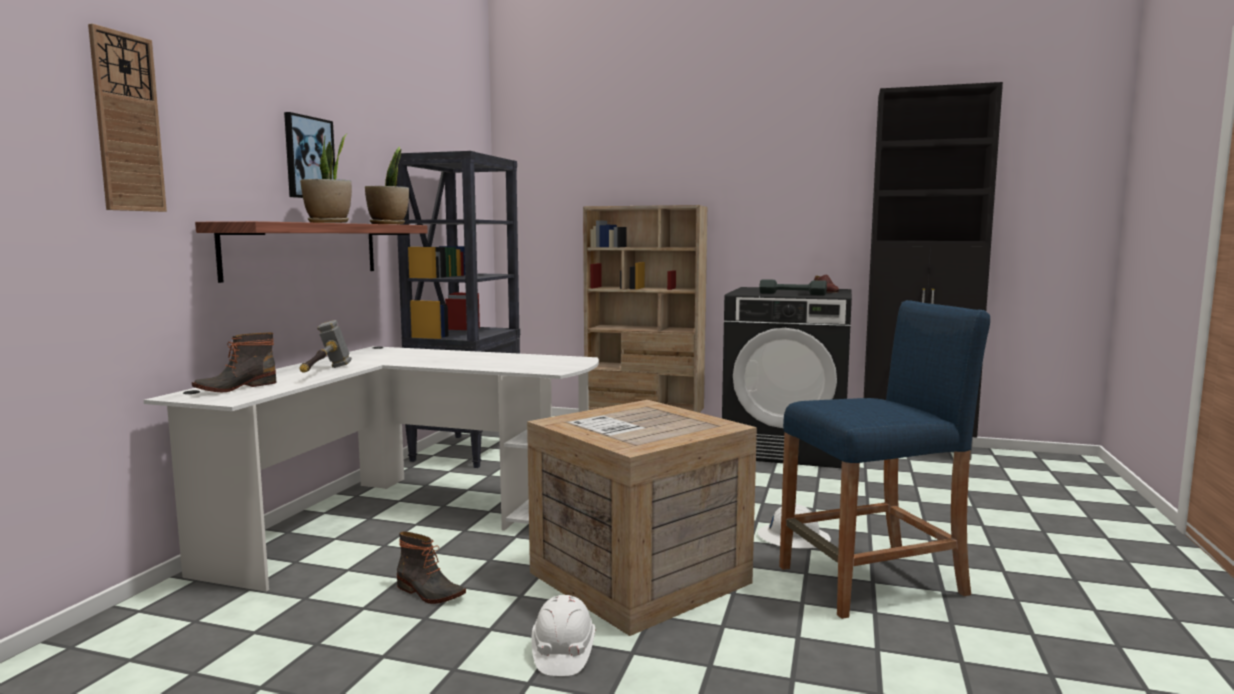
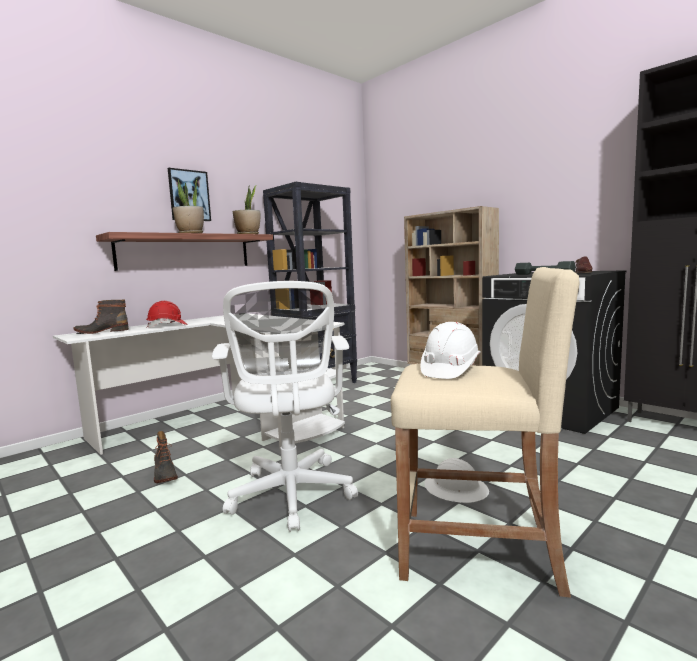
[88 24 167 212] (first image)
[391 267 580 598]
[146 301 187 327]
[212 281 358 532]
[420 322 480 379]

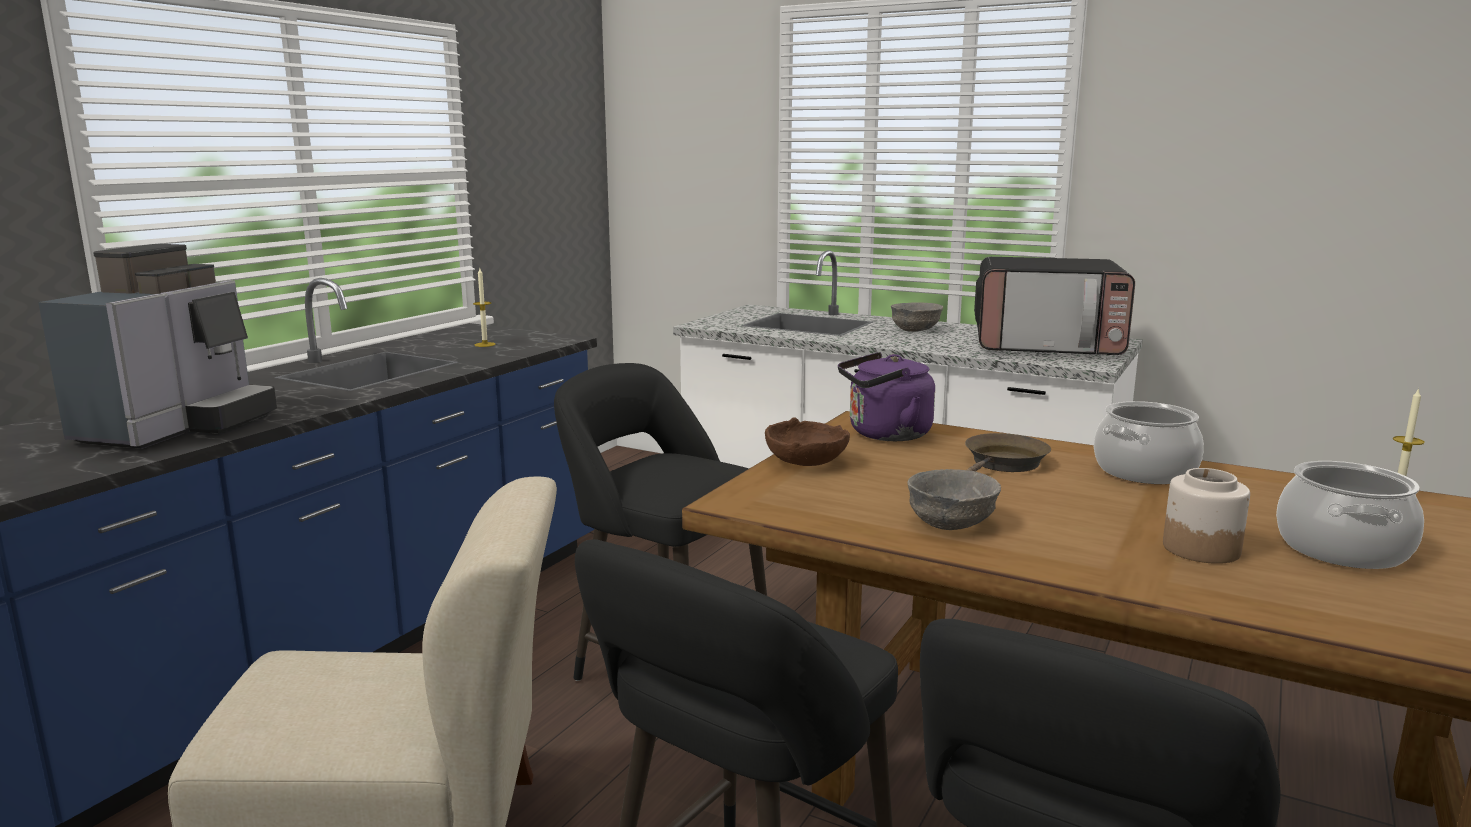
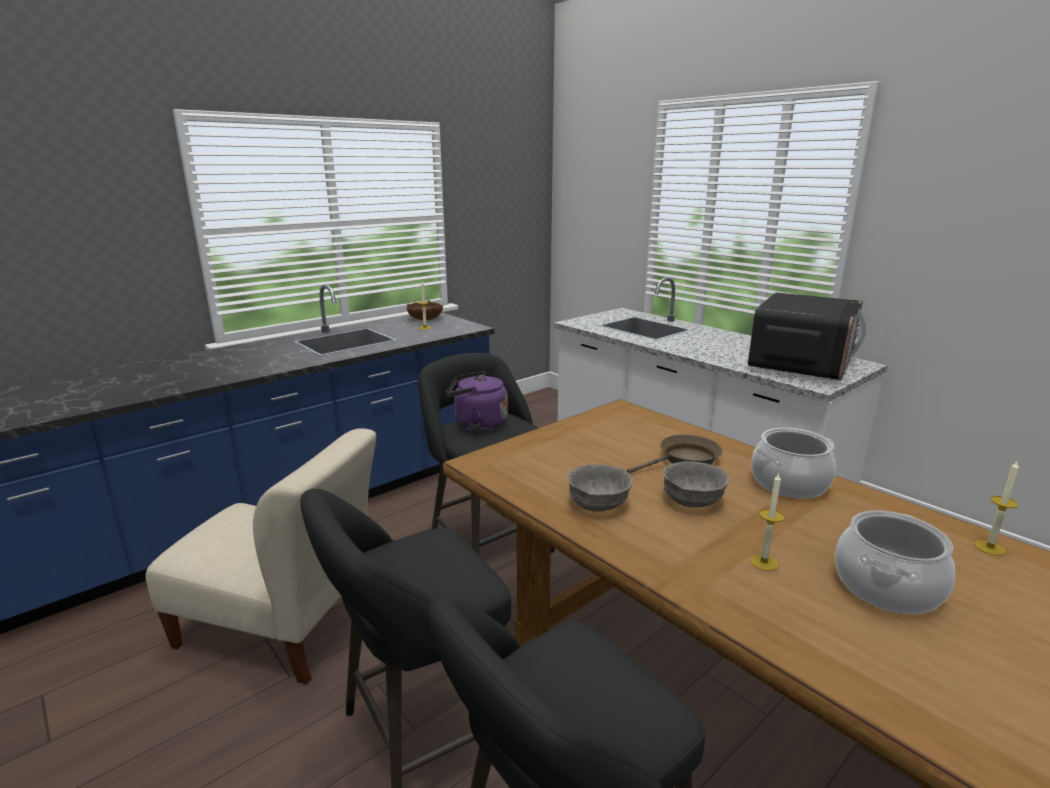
[38 244 277 449] (first image)
[748 292 866 380]
[663 461 729 507]
[446 371 508 431]
[406 300 443 320]
[750 473 784 571]

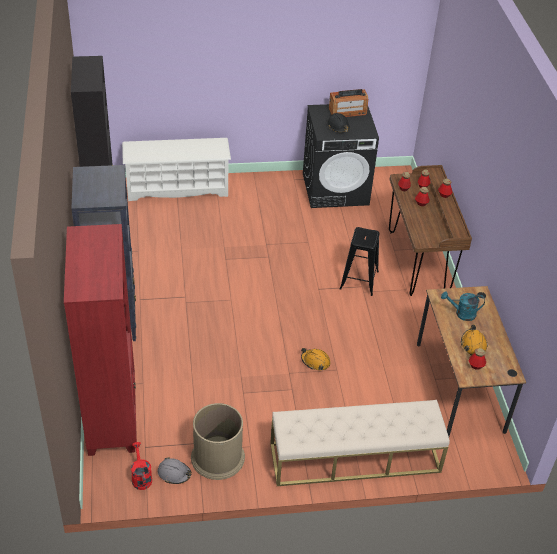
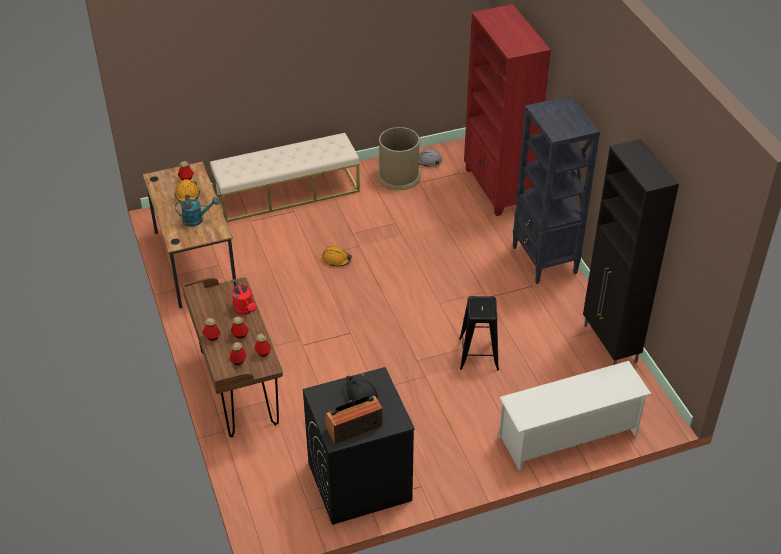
[459 296 499 371]
[232 280 257 315]

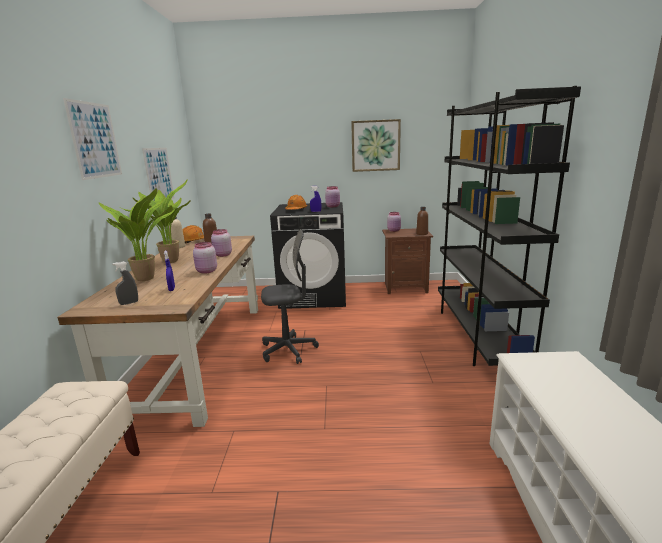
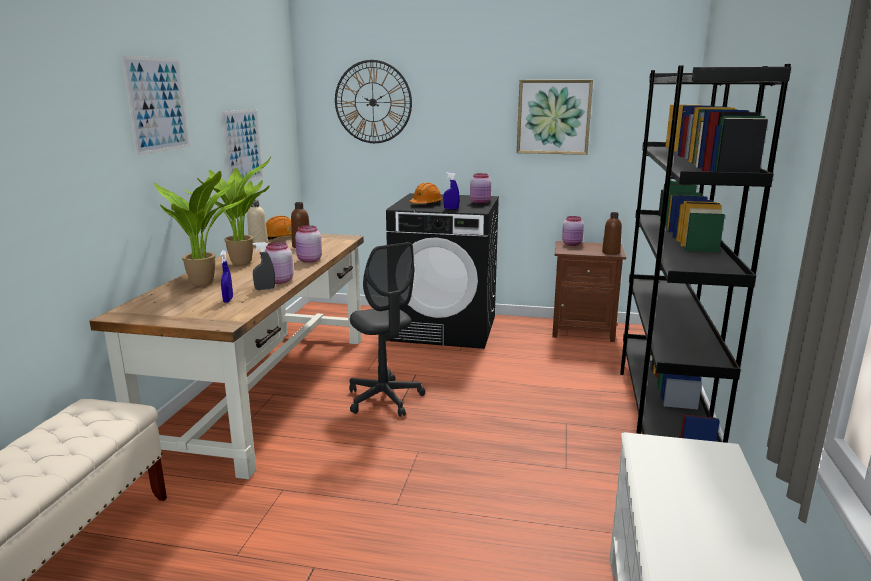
[349 242 425 417]
[253 242 275 290]
[335 60 412 143]

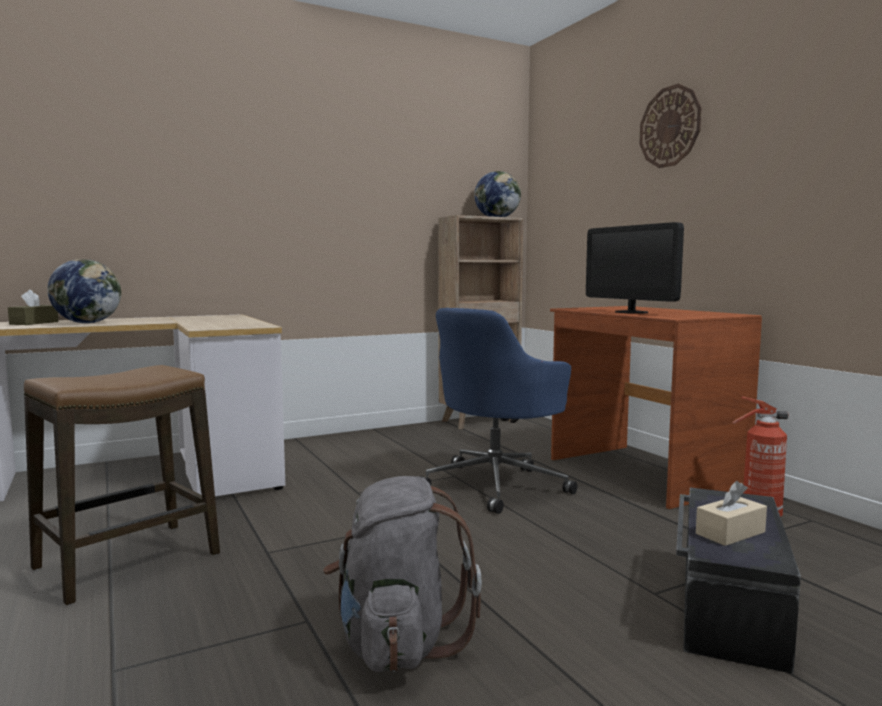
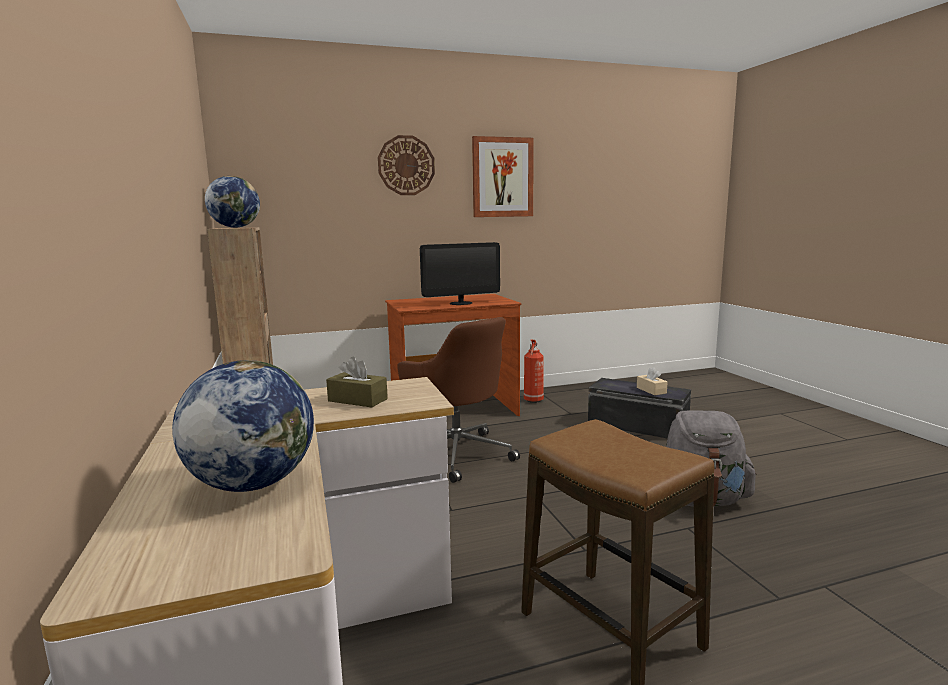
[326 357 388 408]
[397 317 520 483]
[472 136 534 217]

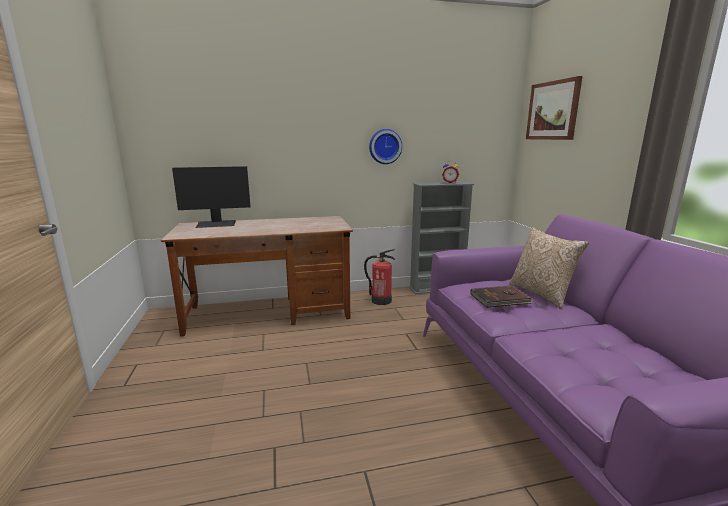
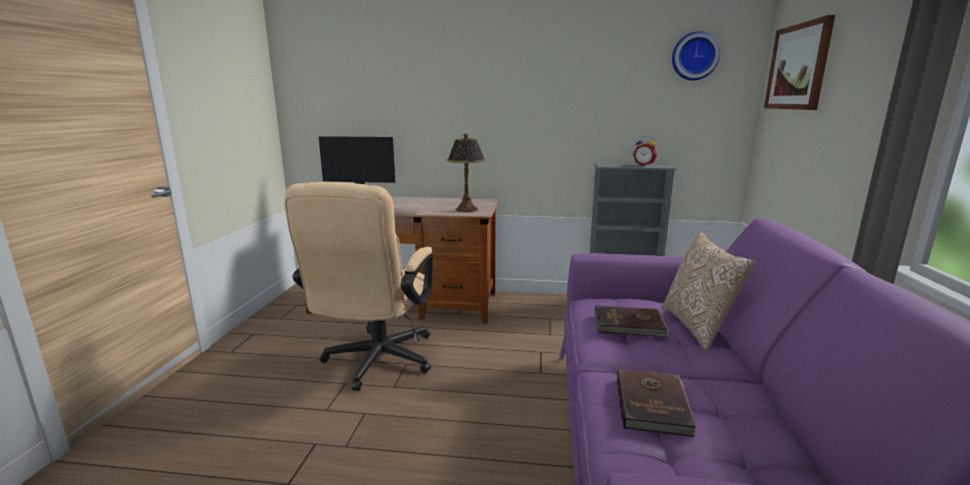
[672 31 720 80]
[364 249 395 305] (first image)
[447 133 486 212]
[284 182 433 391]
[617 369 697 437]

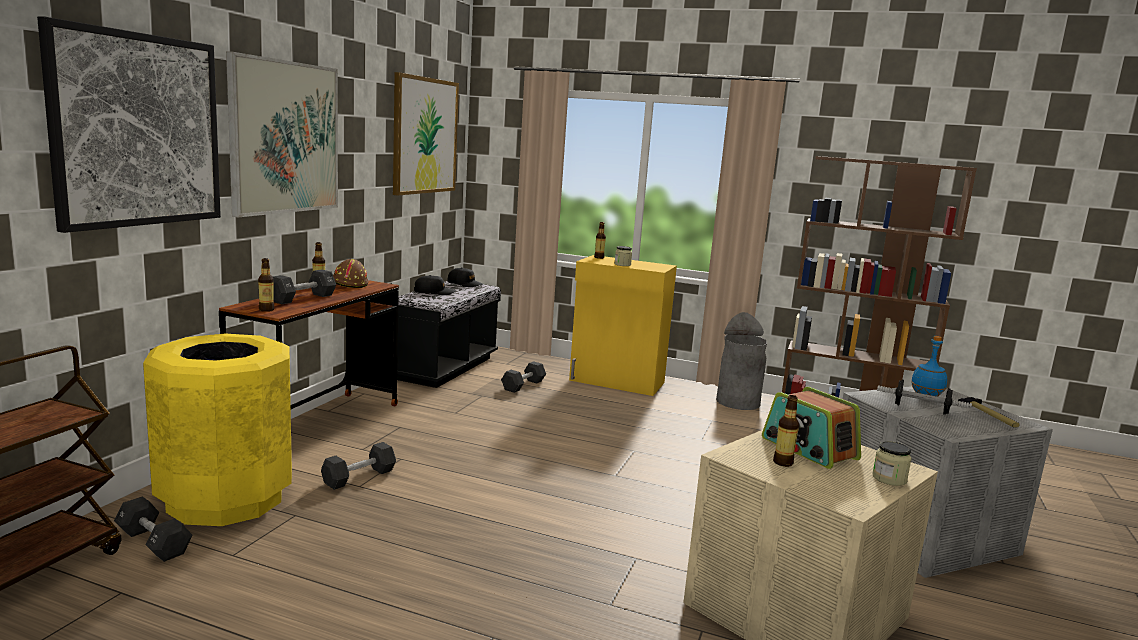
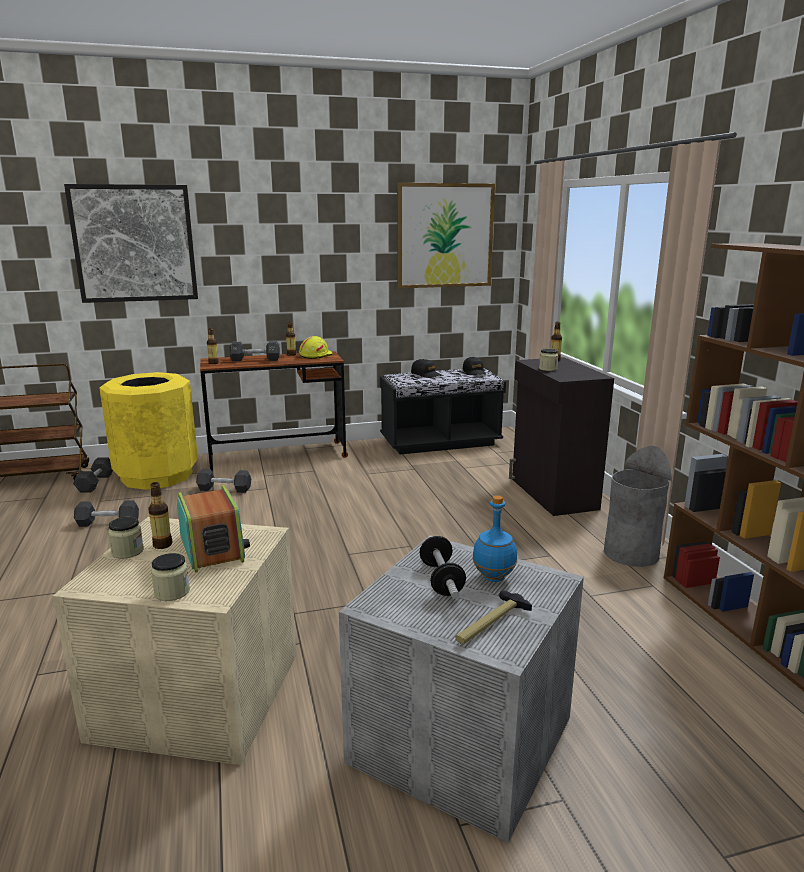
[226 51 338 217] (first image)
[509 357 614 516]
[299 336 333 359]
[74 500 139 527]
[177 485 250 573]
[108 517 144 559]

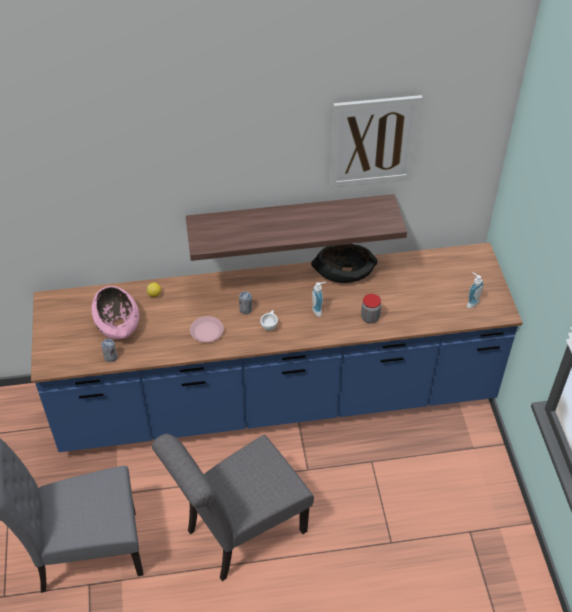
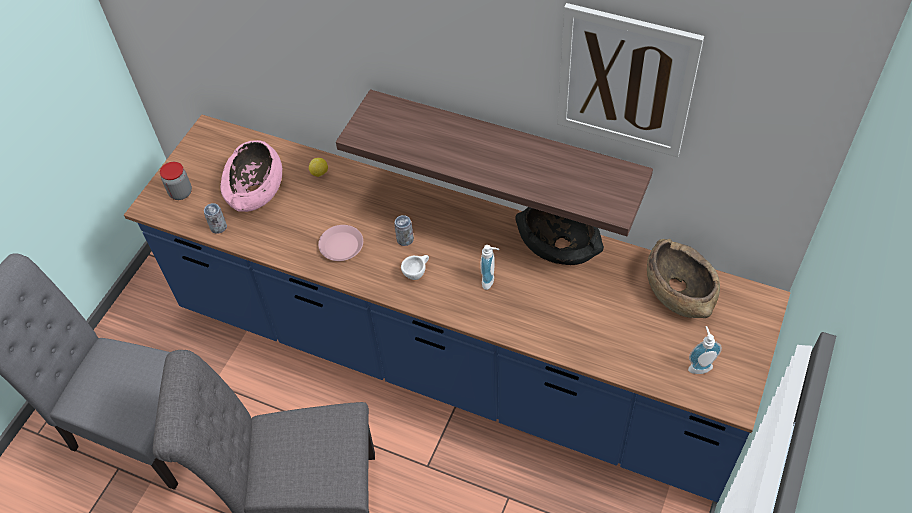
[160 162 192 200]
[647 239 720 318]

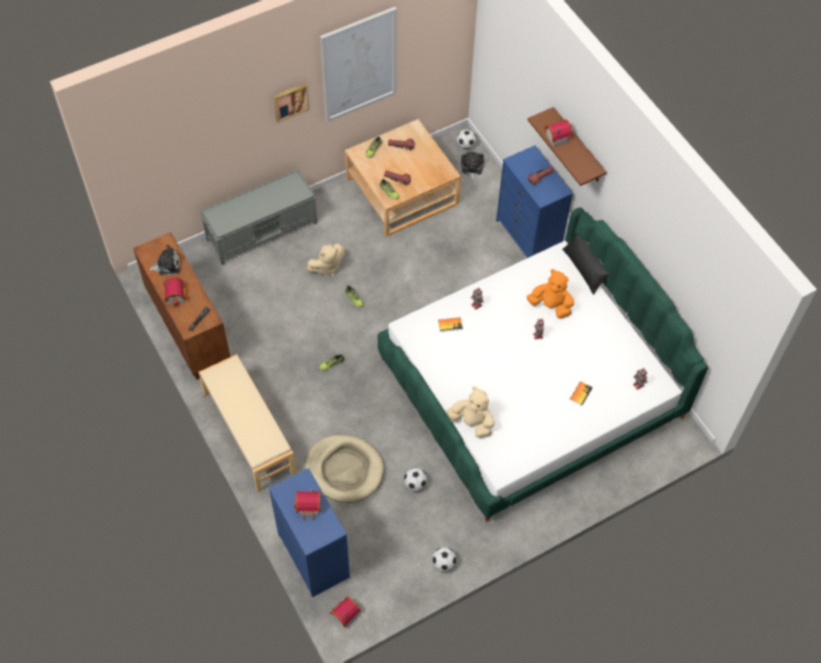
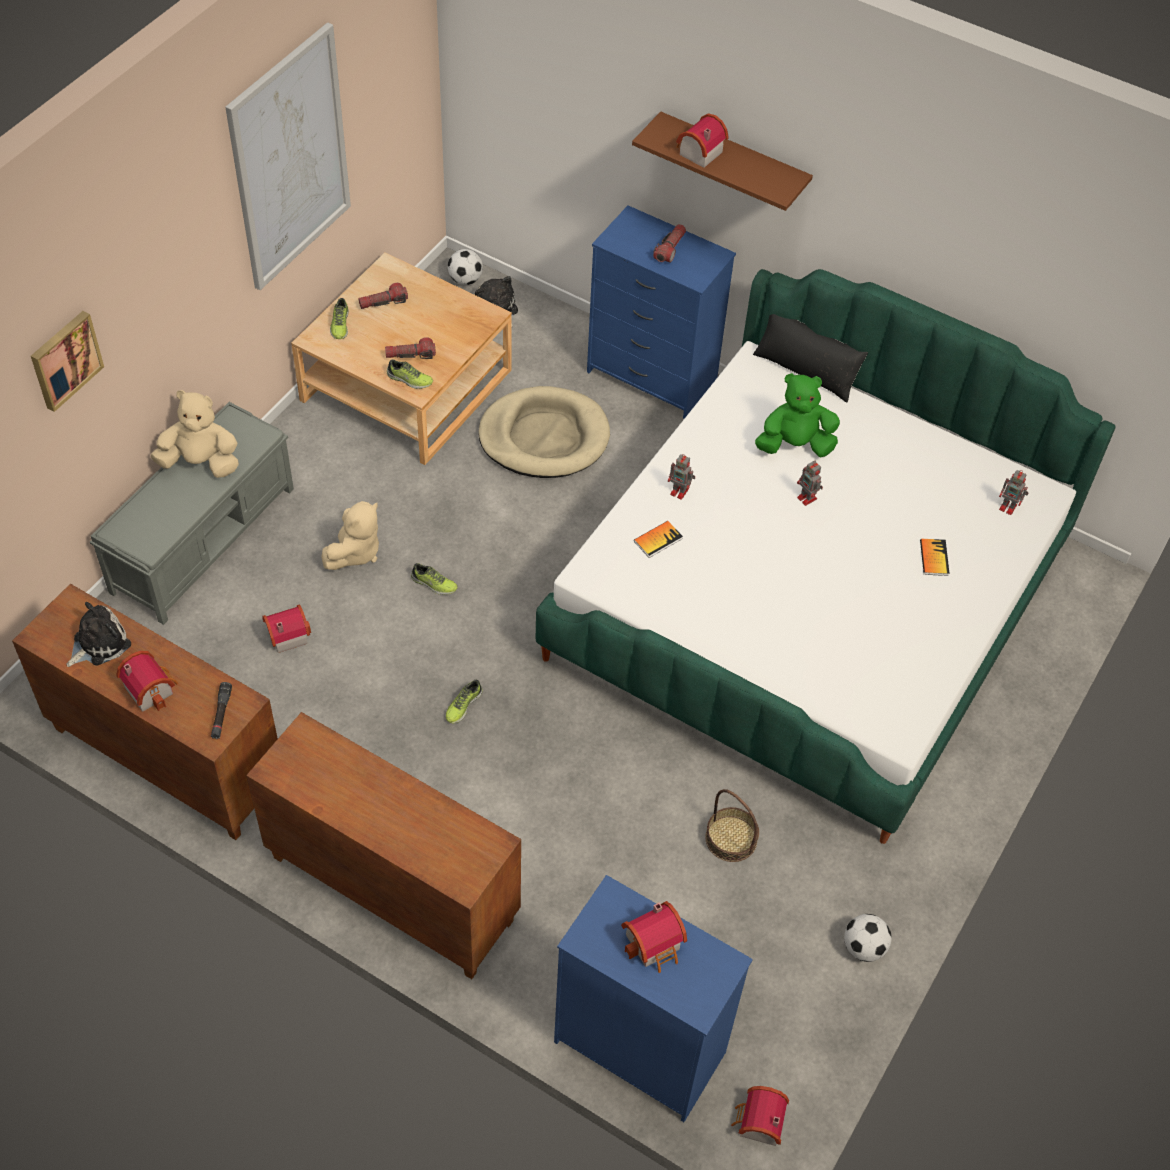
[31 311 104 412]
[755 373 840 458]
[246 712 521 979]
[150 390 239 478]
[478 386 610 478]
[705 789 759 862]
[262 605 311 653]

